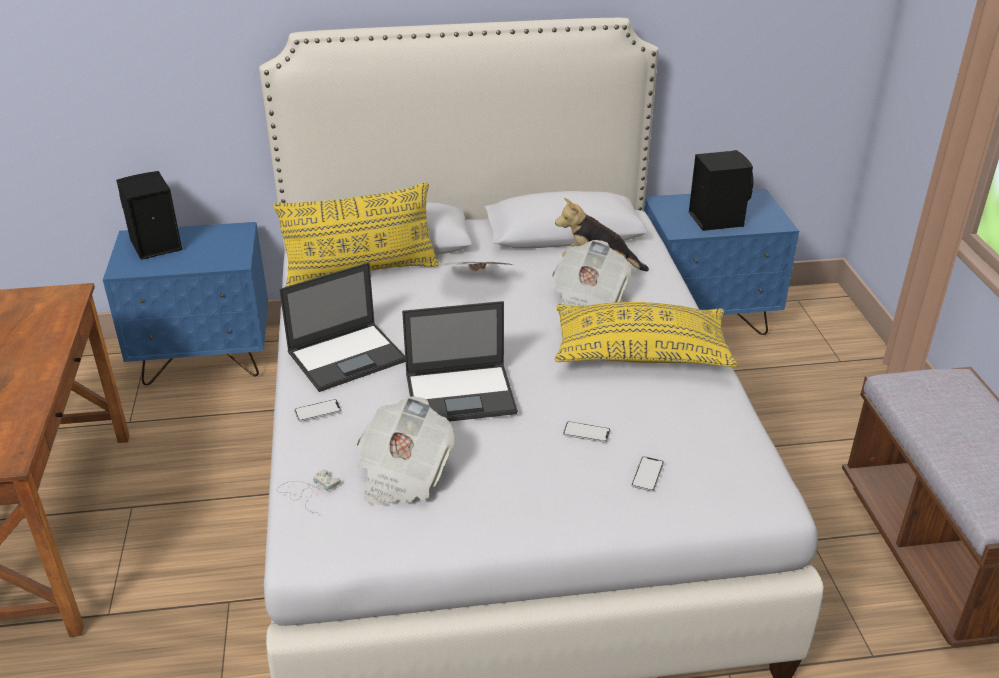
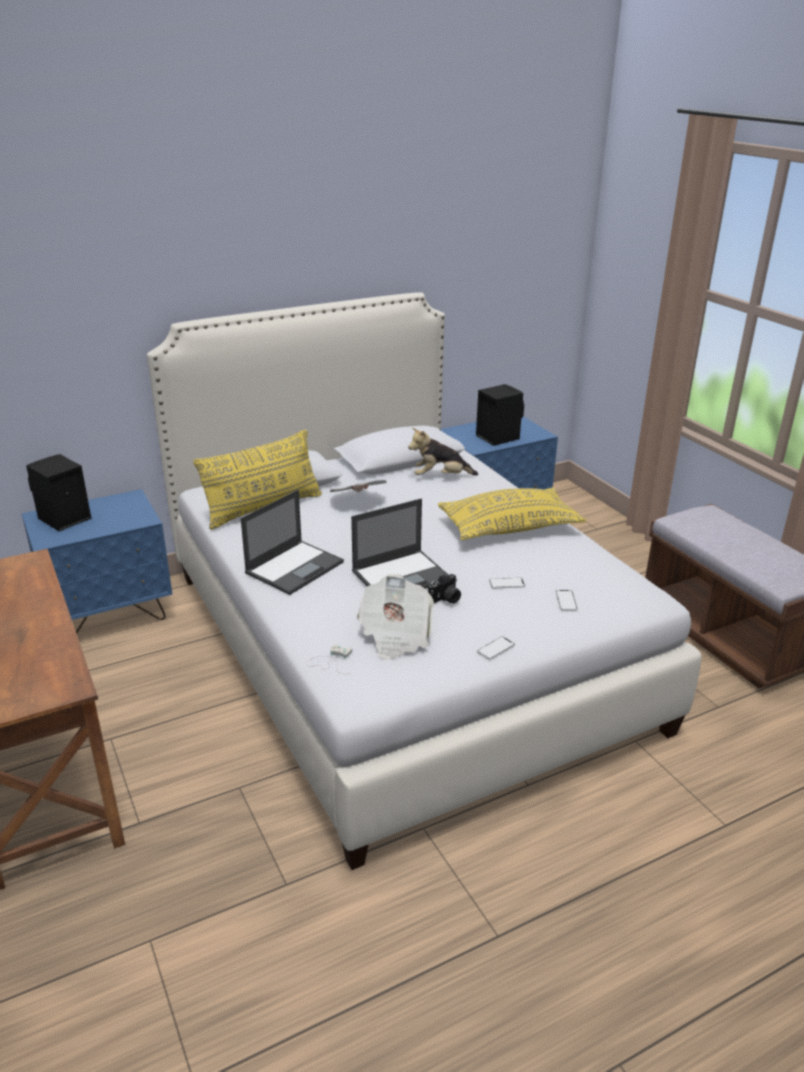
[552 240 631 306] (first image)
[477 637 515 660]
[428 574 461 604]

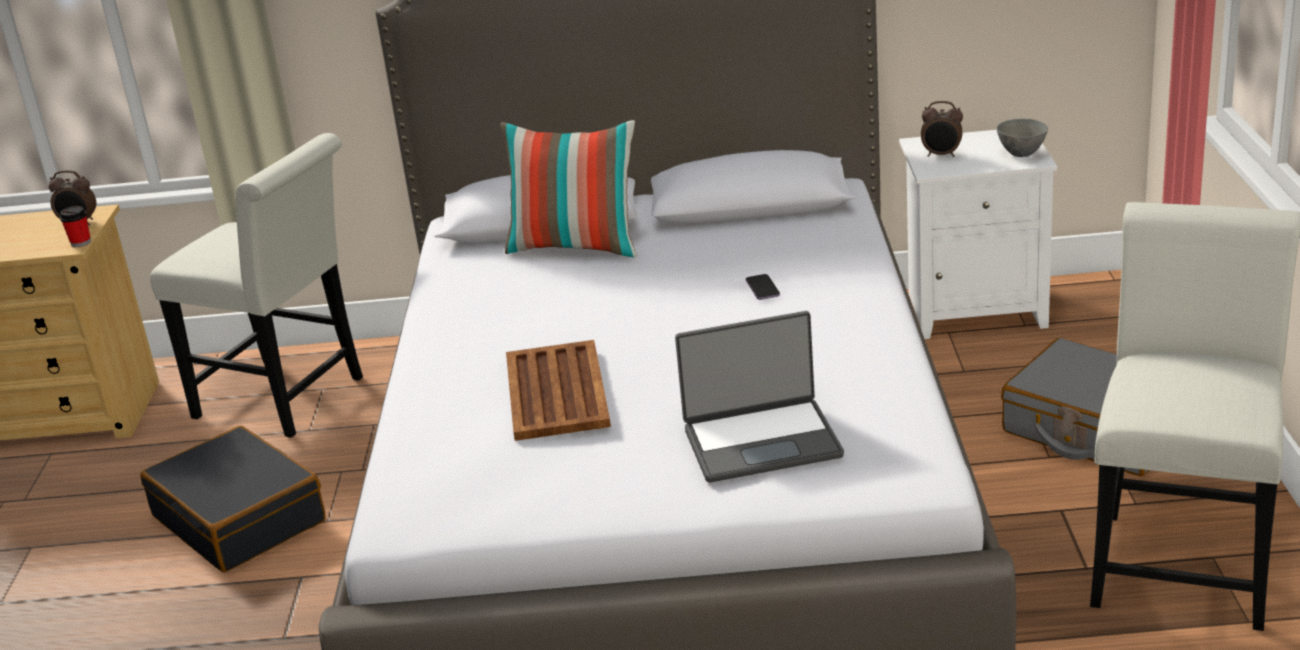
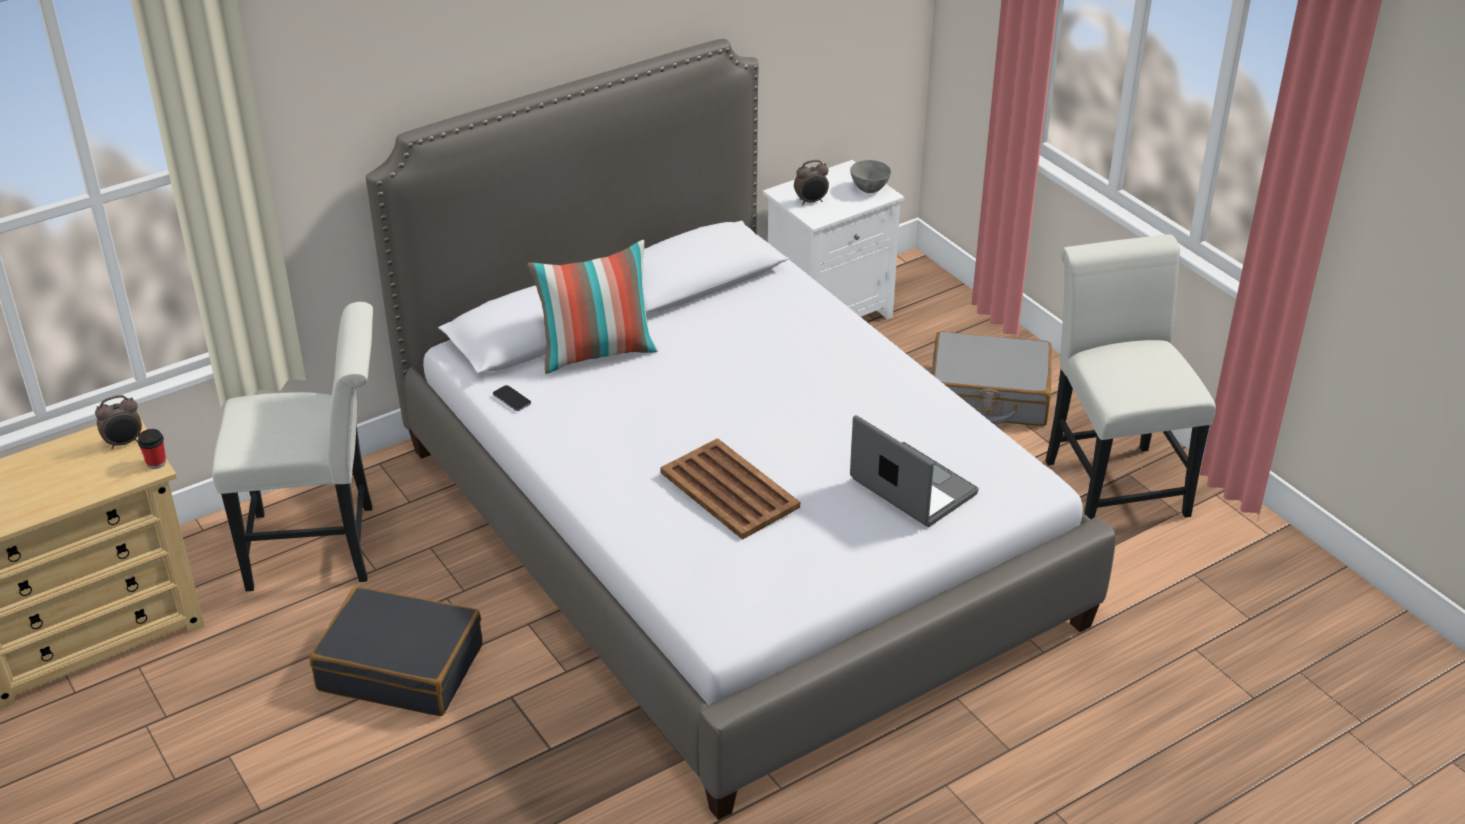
[493 385 531 411]
[850 415 979 527]

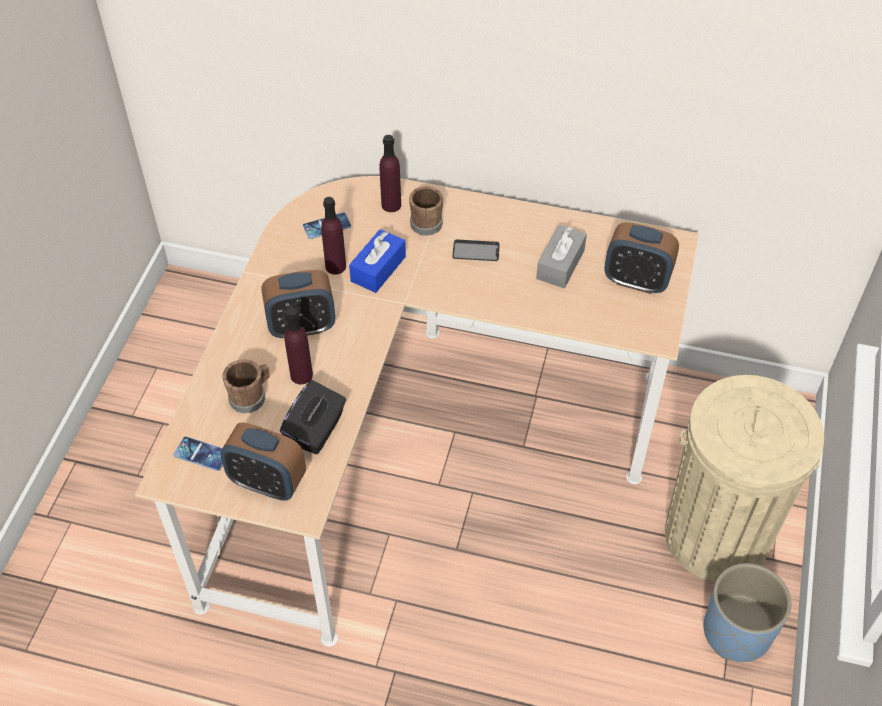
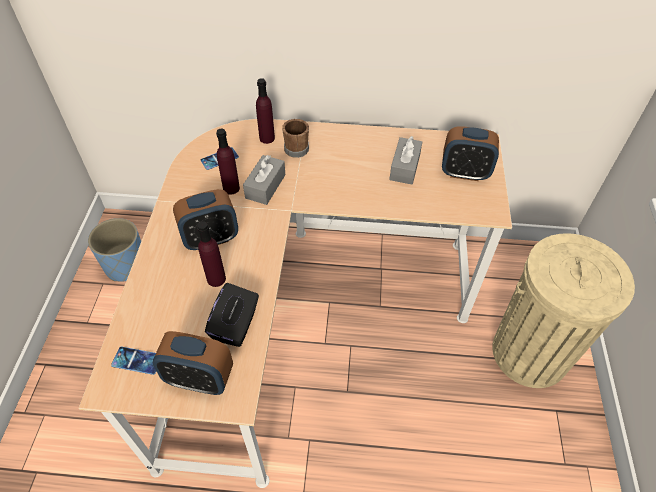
[243 155 285 205]
[452 239 500 261] (first image)
[223 359 270 414] (first image)
[88 218 141 281]

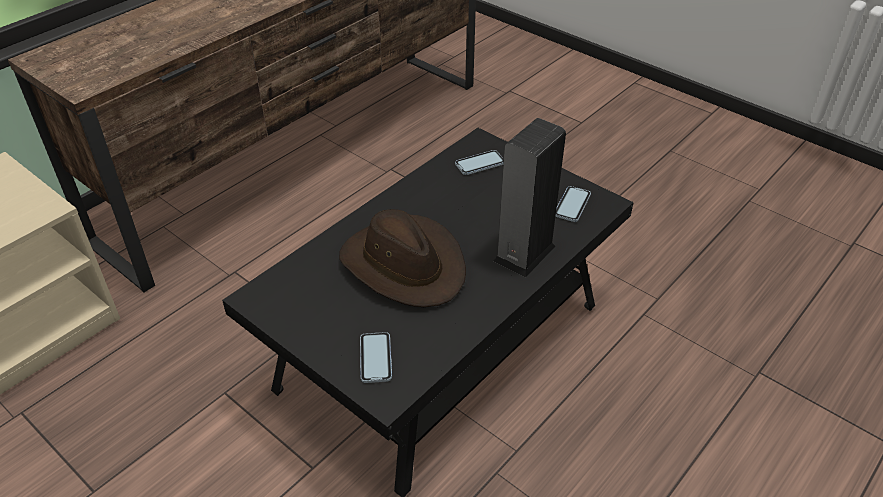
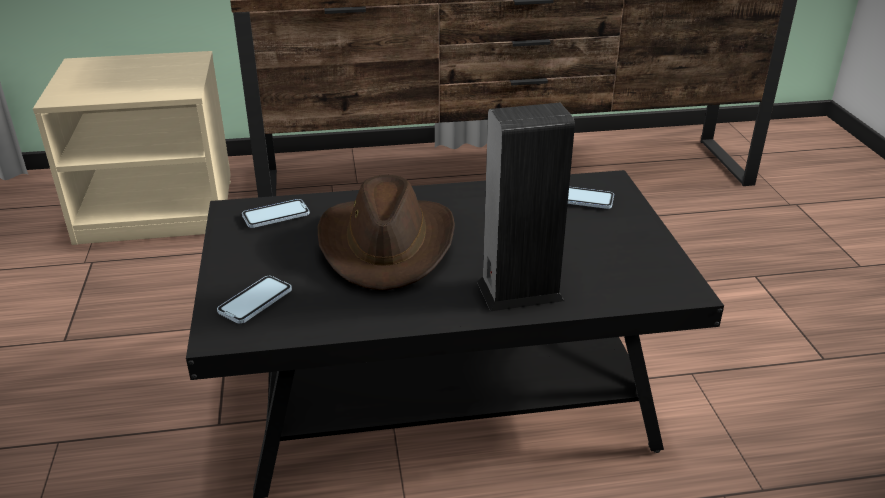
[242 199 310 228]

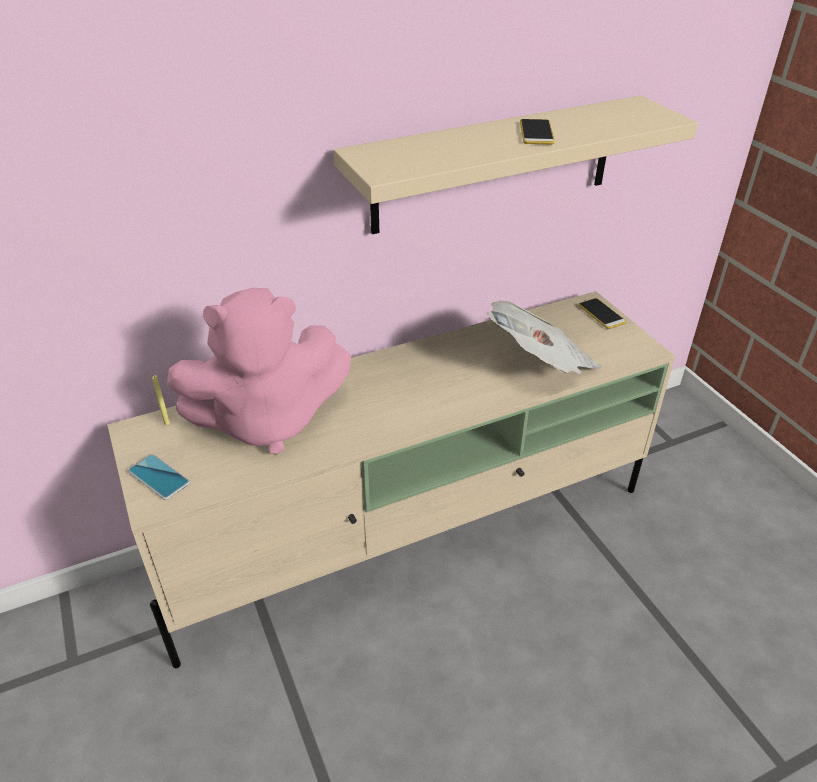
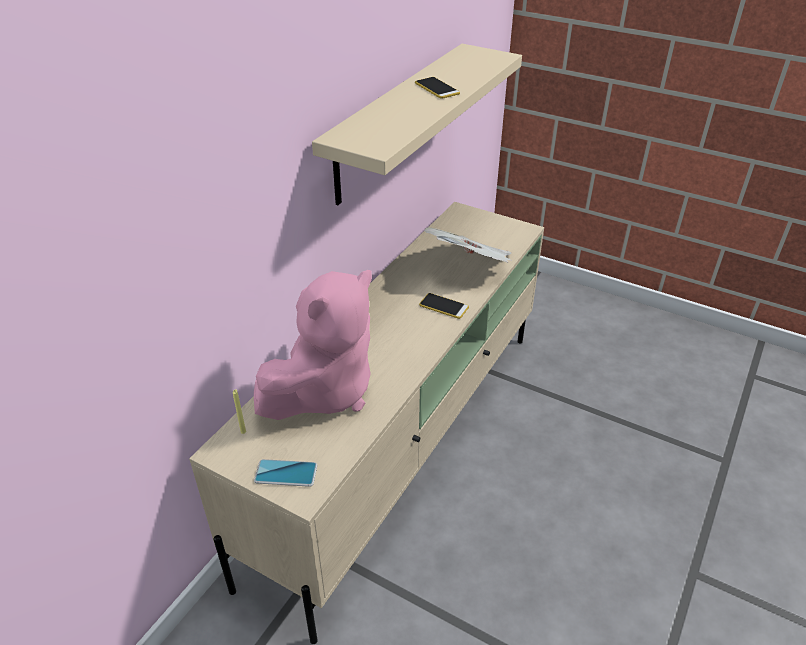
[419 293 469 319]

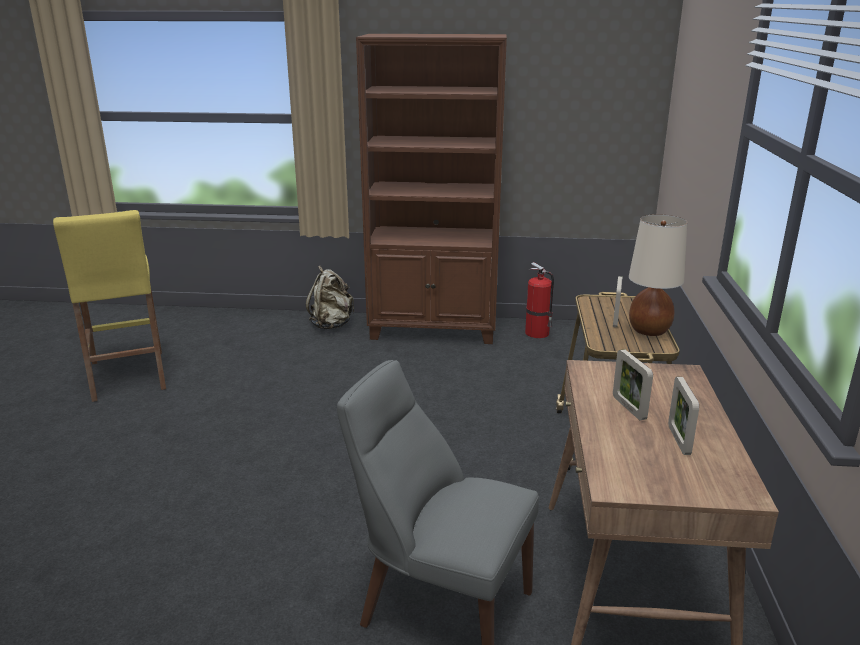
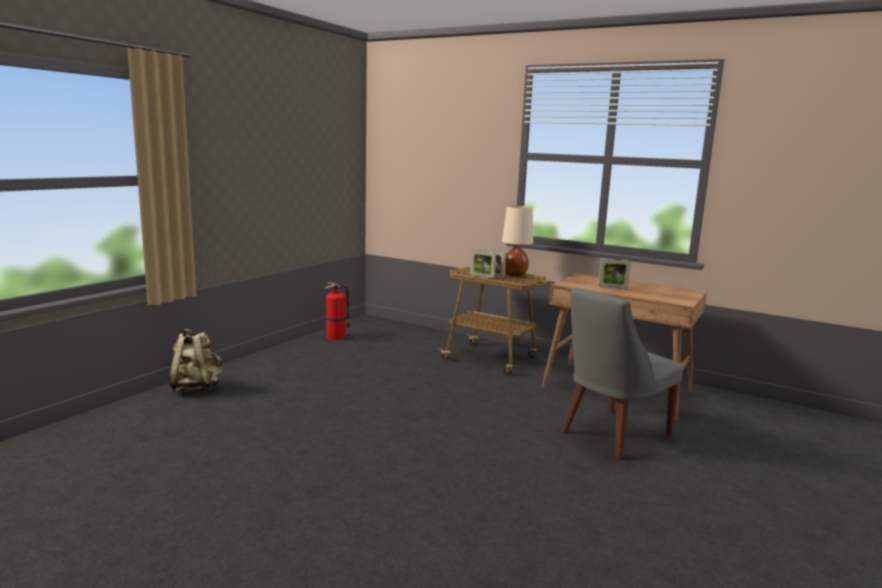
[356 34 507 344] (first image)
[53 210 166 402] (first image)
[470 250 496 278]

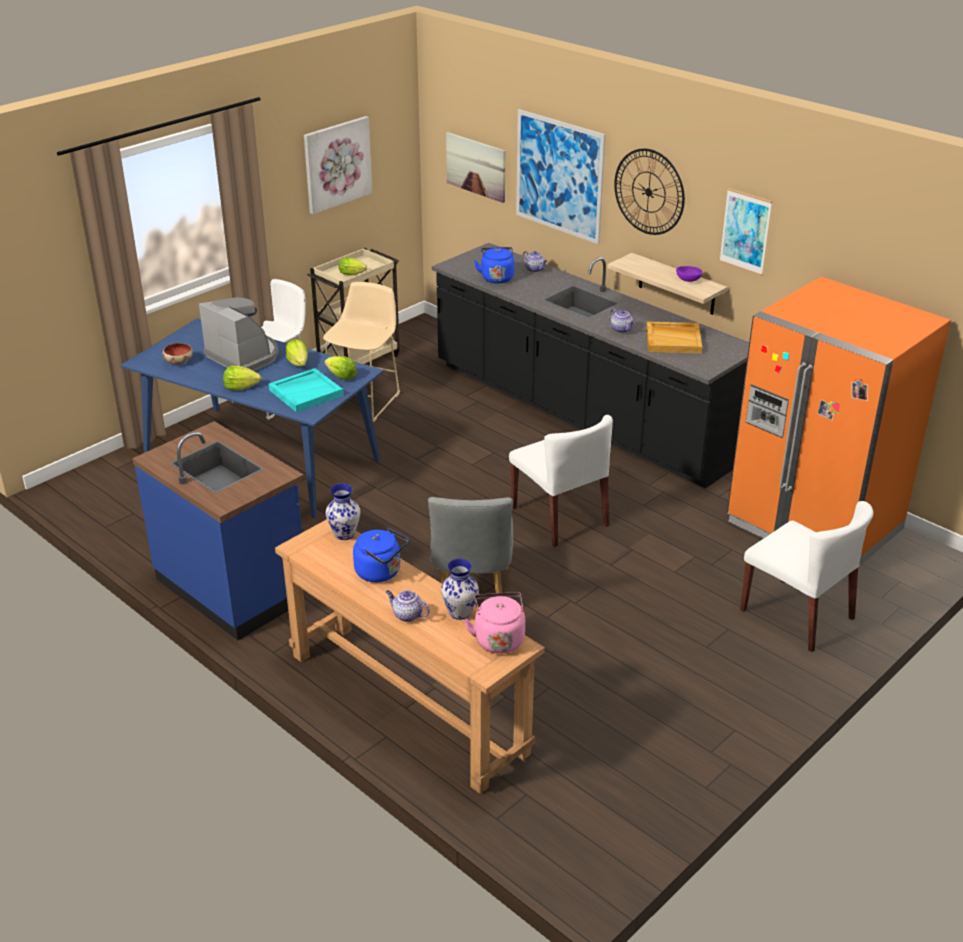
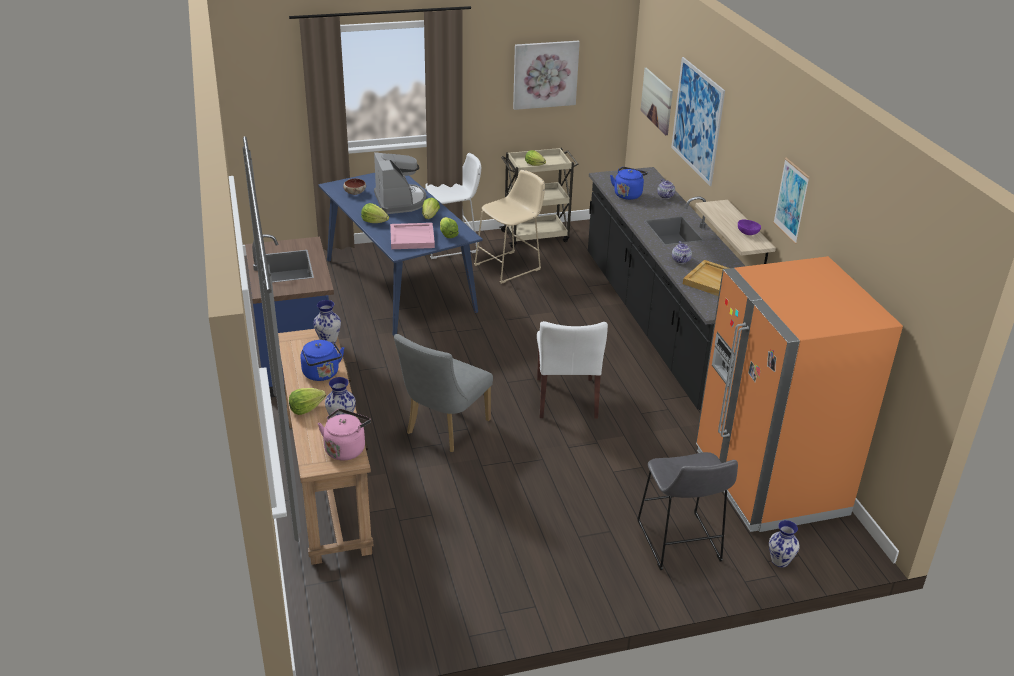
[614 148 685 235] (first image)
[390 223 435 249]
[637 452 738 570]
[289 388 326 415]
[769 520 800 567]

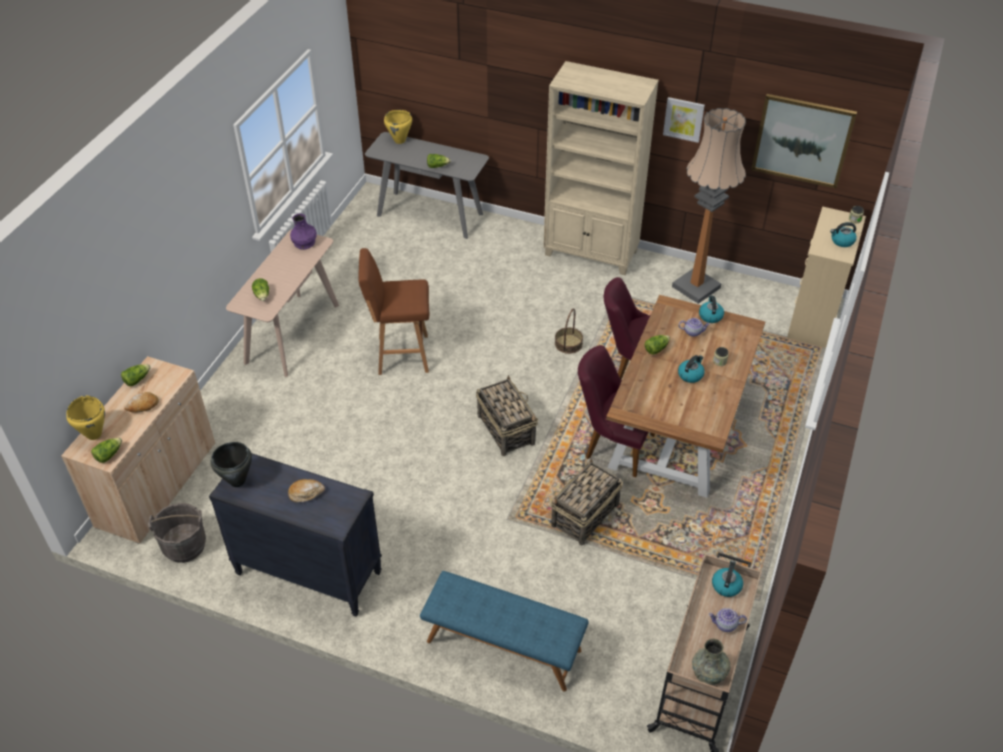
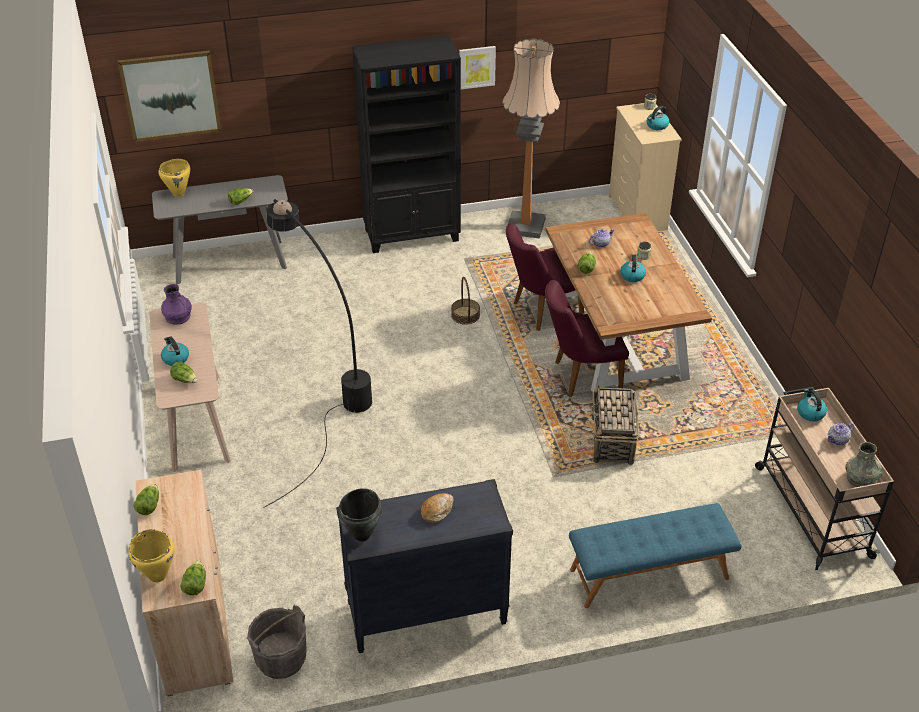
[352 35 461 253]
[118 50 222 142]
[263 199 372 508]
[161 336 189 366]
[476 375 538 456] (first image)
[124 392 159 413] (first image)

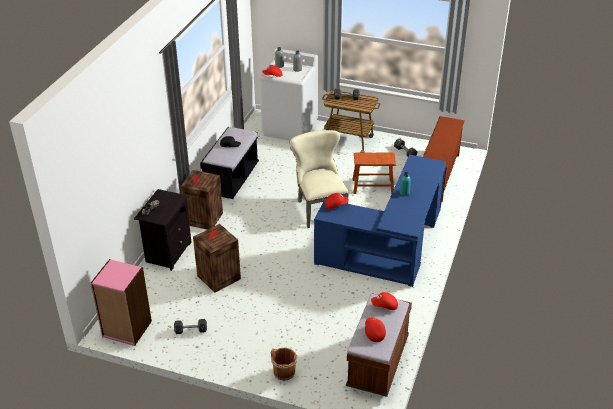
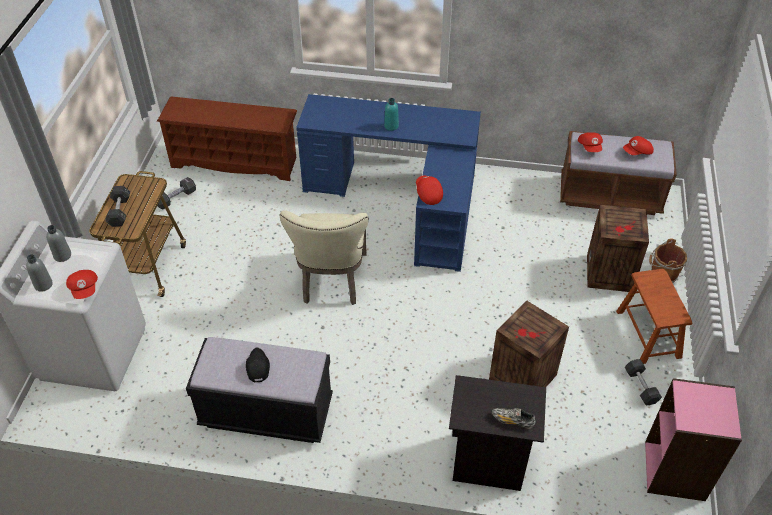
[280 210 369 305]
[616 269 692 364]
[587 205 649 292]

